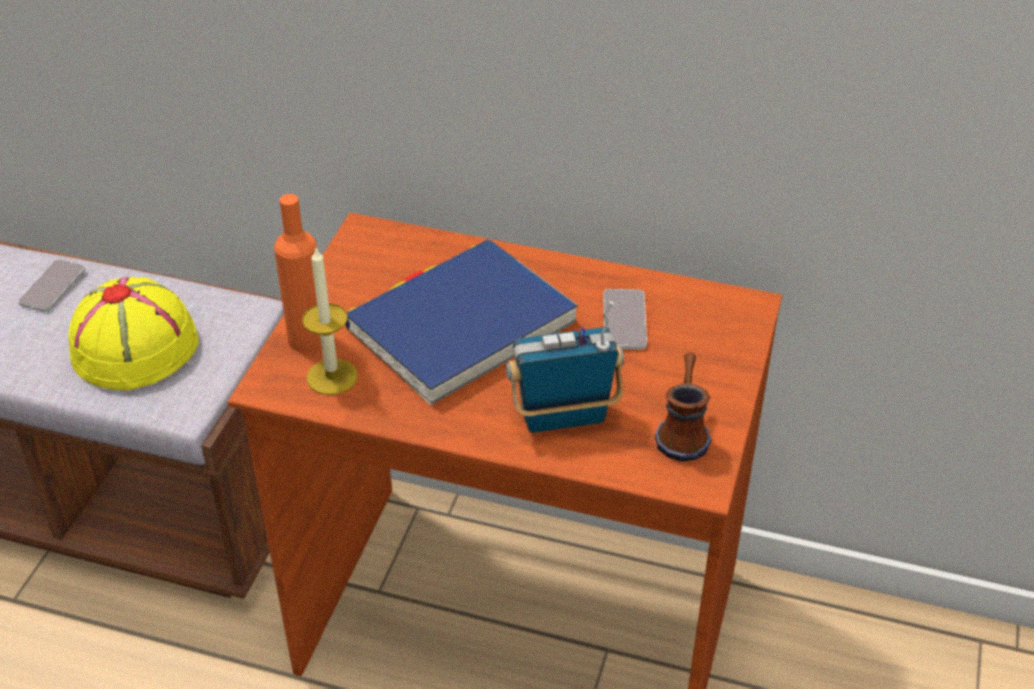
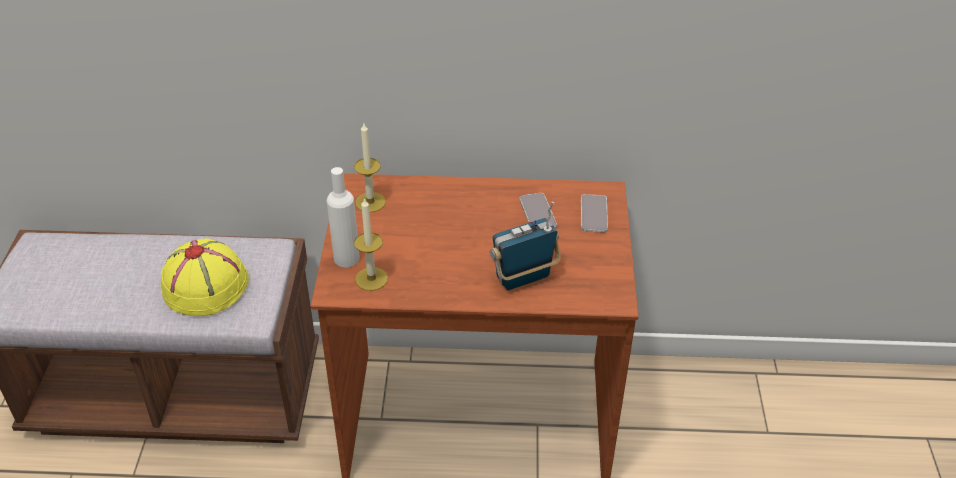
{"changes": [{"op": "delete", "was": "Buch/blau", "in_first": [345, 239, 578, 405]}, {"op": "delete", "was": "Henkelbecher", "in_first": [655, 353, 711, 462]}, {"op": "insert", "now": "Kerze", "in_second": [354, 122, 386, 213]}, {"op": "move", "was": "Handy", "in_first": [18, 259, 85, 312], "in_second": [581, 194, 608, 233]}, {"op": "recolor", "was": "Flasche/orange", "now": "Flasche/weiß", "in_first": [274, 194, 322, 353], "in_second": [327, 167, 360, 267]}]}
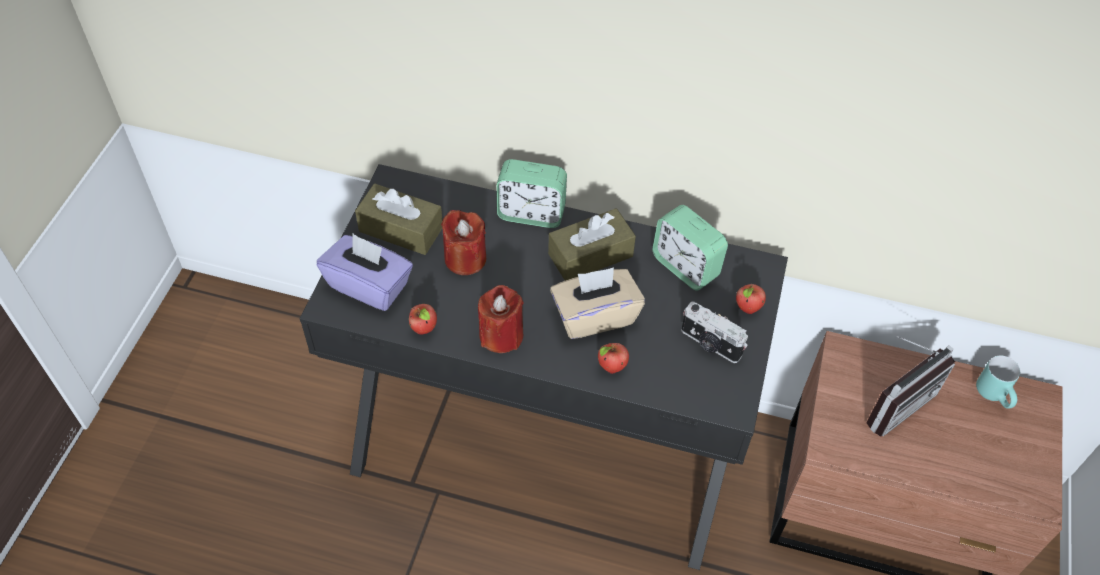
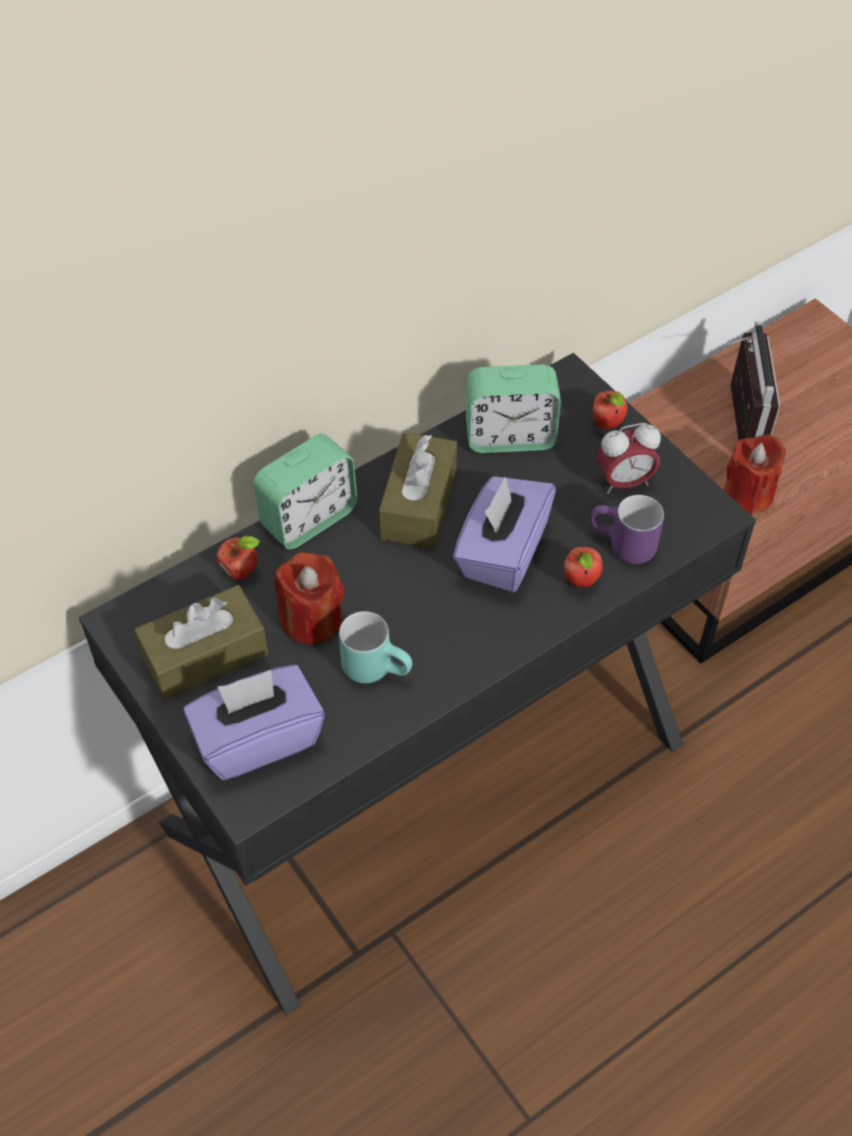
{"changes": [{"op": "insert", "now": "Henkelbecher/lila", "in_second": [591, 495, 664, 564]}, {"op": "move", "was": "Apfel", "in_first": [409, 304, 437, 335], "in_second": [216, 536, 261, 580]}, {"op": "move", "was": "Kerze/rot", "in_first": [478, 285, 524, 353], "in_second": [724, 435, 786, 515]}, {"op": "move", "was": "Henkelbecher/türkis", "in_first": [976, 356, 1020, 409], "in_second": [339, 611, 412, 683]}, {"op": "replace", "was": "Kamera", "now": "Wecker", "in_first": [681, 301, 748, 363], "in_second": [597, 423, 661, 494]}, {"op": "recolor", "was": "Taschentuchbox/beige", "now": "Taschentuchbox/lila", "in_first": [550, 267, 645, 339], "in_second": [453, 476, 556, 592]}]}
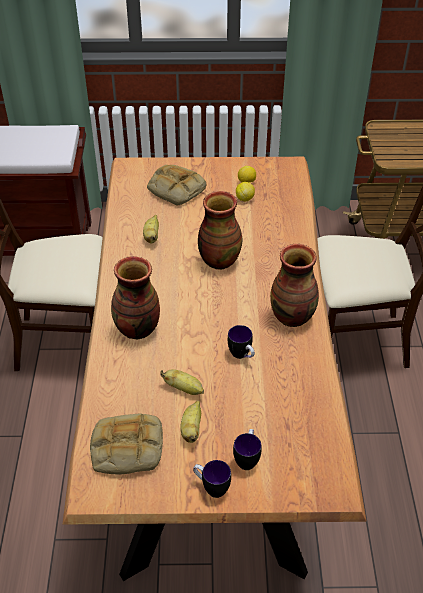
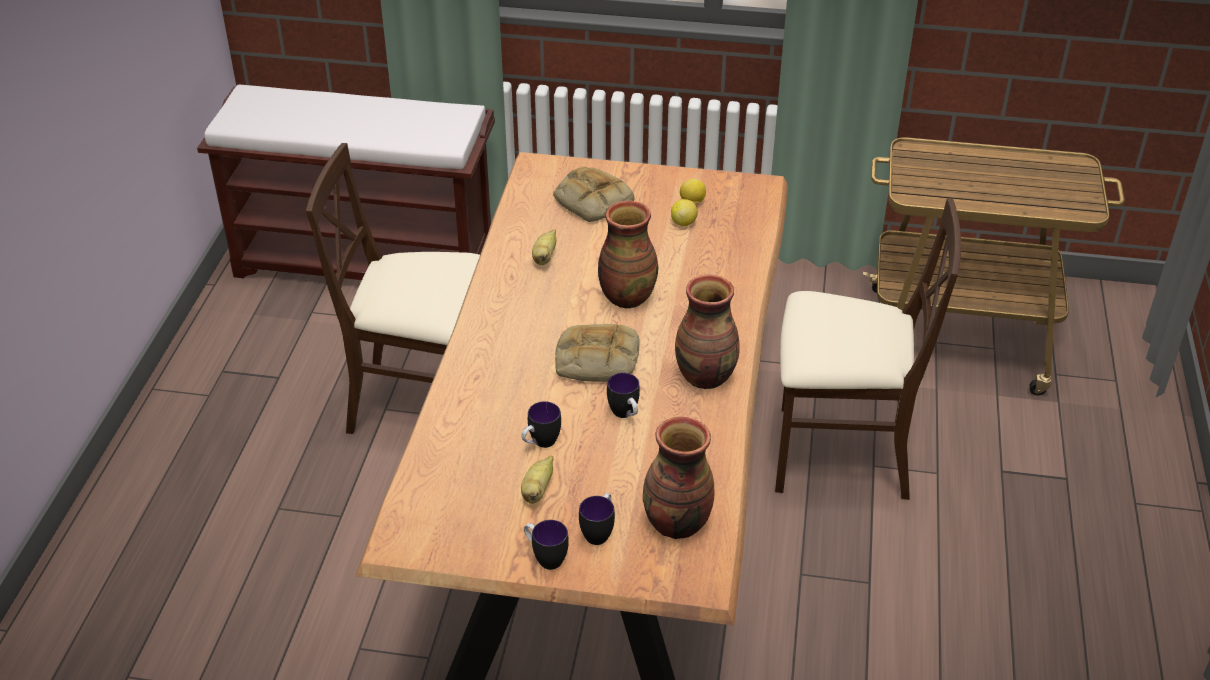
{"changes": [{"op": "move", "was": "Brot", "in_first": [90, 414, 163, 474], "in_second": [555, 324, 640, 382]}, {"op": "move", "was": "Vase", "in_first": [111, 256, 160, 340], "in_second": [643, 417, 714, 539]}, {"op": "replace", "was": "Banane", "now": "Henkelbecher", "in_first": [160, 369, 204, 395], "in_second": [521, 401, 561, 448]}]}
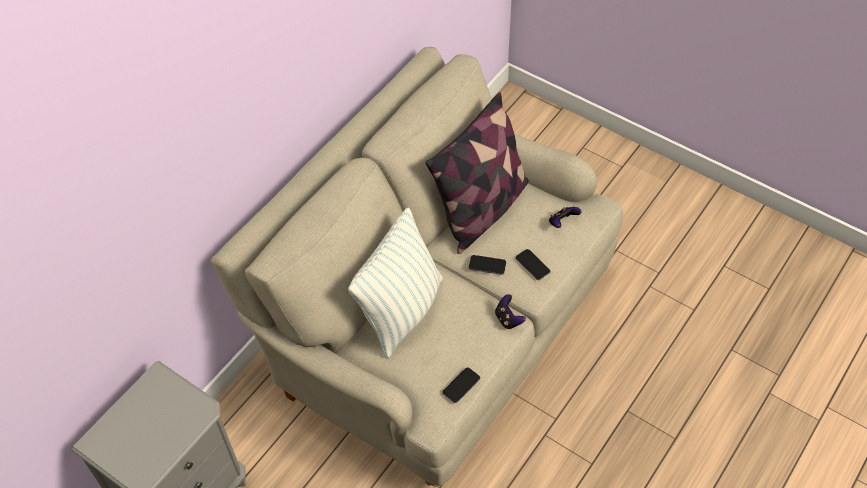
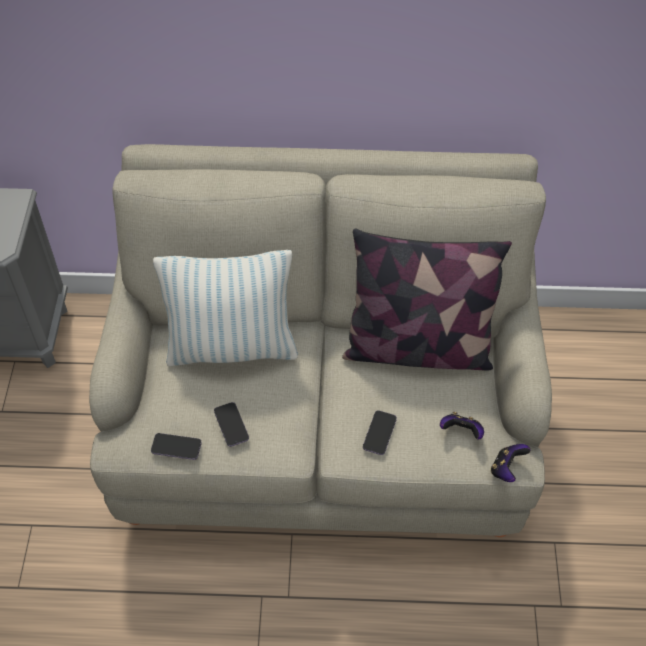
{"changes": [{"op": "move", "was": "Handy", "in_first": [469, 255, 506, 275], "in_second": [214, 402, 249, 447]}, {"op": "move", "was": "Gamepad", "in_first": [495, 294, 526, 329], "in_second": [491, 444, 530, 482]}]}
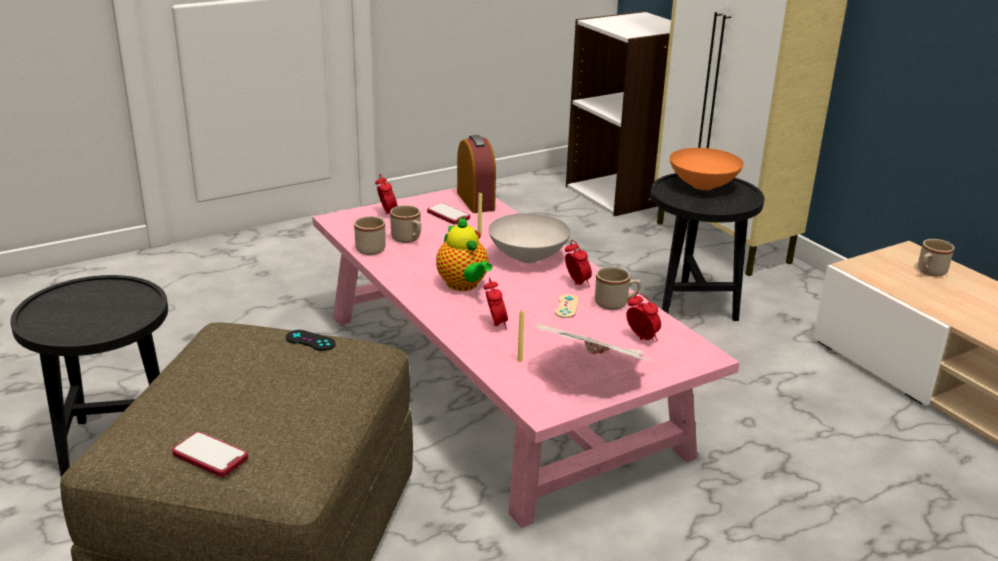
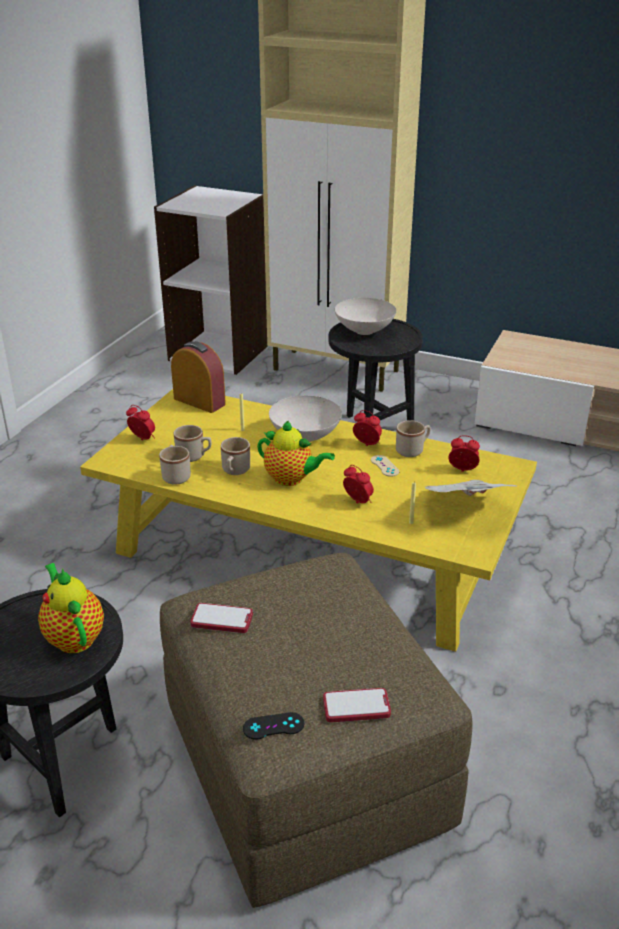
{"changes": [{"op": "insert", "now": "Teekanne", "in_second": [38, 563, 104, 653]}, {"op": "move", "was": "Gamepad/schwarz", "in_first": [286, 330, 335, 351], "in_second": [243, 712, 304, 740]}, {"op": "move", "was": "Handy", "in_first": [427, 203, 470, 224], "in_second": [191, 603, 253, 633]}, {"op": "move", "was": "Henkelbecher/beige", "in_first": [918, 239, 954, 277], "in_second": [221, 437, 250, 475]}, {"op": "recolor", "was": "Couchtisch/rosa", "now": "Couchtisch/gelb", "in_first": [312, 188, 739, 528], "in_second": [80, 389, 537, 652]}, {"op": "recolor", "was": "Schüssel/orange", "now": "Schüssel/weiß", "in_first": [669, 148, 744, 190], "in_second": [334, 298, 397, 335]}]}
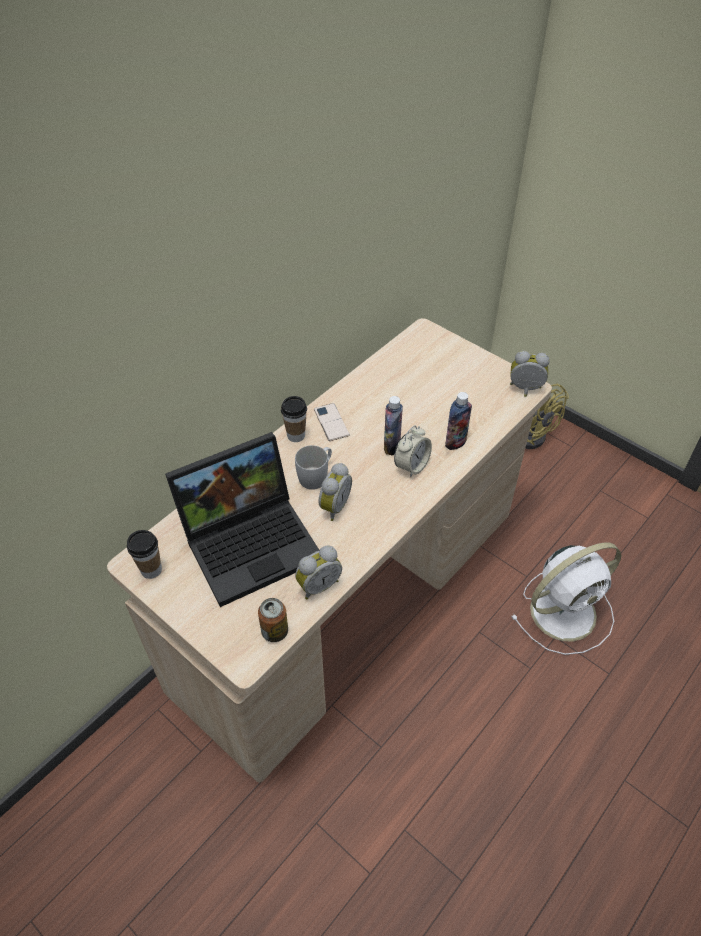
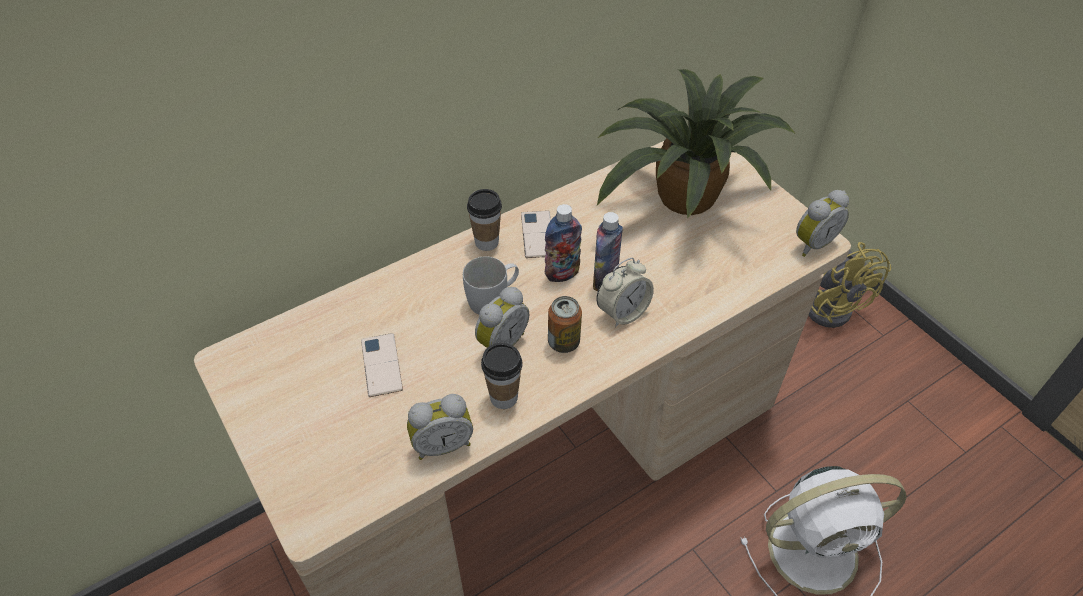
{"changes": [{"op": "insert", "now": "Topfpflanze", "in_second": [597, 69, 796, 219]}, {"op": "move", "was": "Tasse", "in_first": [127, 530, 162, 579], "in_second": [481, 343, 523, 409]}, {"op": "move", "was": "Dose", "in_first": [258, 598, 288, 642], "in_second": [548, 296, 582, 353]}, {"op": "move", "was": "Flasche", "in_first": [445, 392, 472, 450], "in_second": [545, 204, 582, 282]}, {"op": "replace", "was": "Laptop", "now": "Handy", "in_first": [165, 432, 319, 607], "in_second": [361, 333, 403, 397]}, {"op": "rotate", "was": "Wecker", "in_first": [510, 351, 550, 397], "in_second": [796, 190, 849, 257], "clockwise": 120}]}
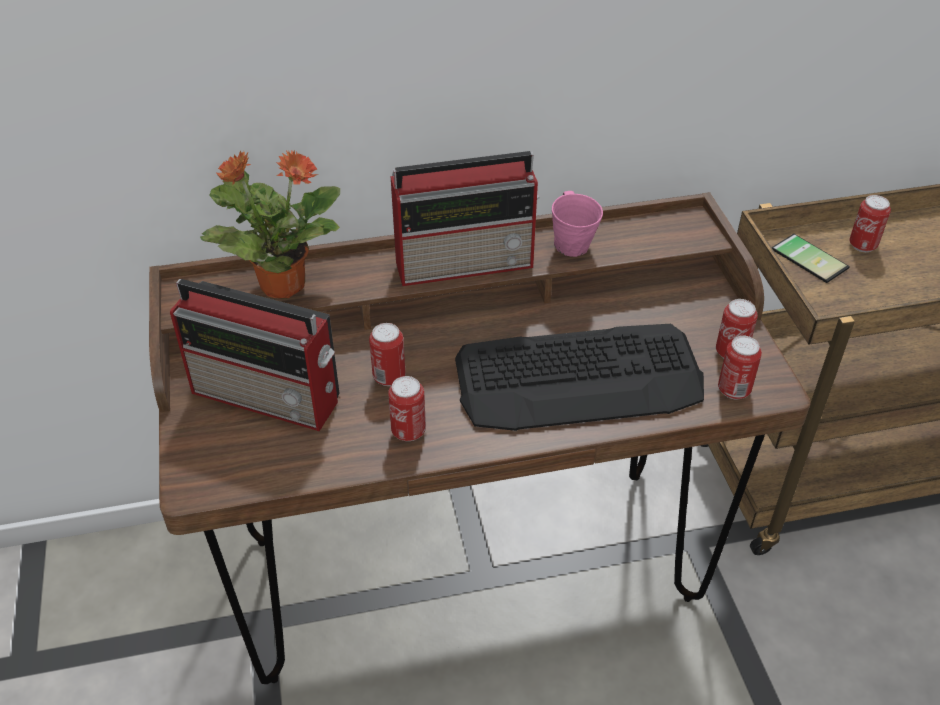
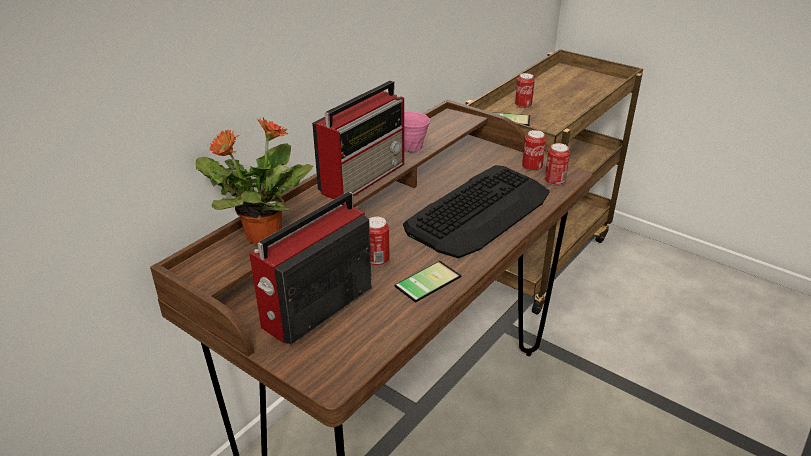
{"changes": [{"op": "replace", "was": "Dose", "now": "Handy", "in_first": [388, 376, 426, 441], "in_second": [394, 261, 461, 303]}, {"op": "rotate", "was": "Radio", "in_first": [170, 279, 339, 431], "in_second": [249, 192, 372, 345], "clockwise": 150}]}
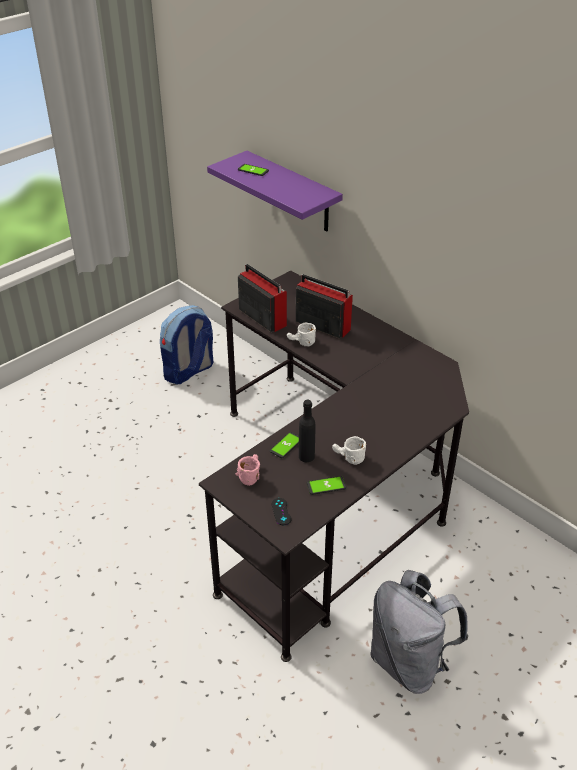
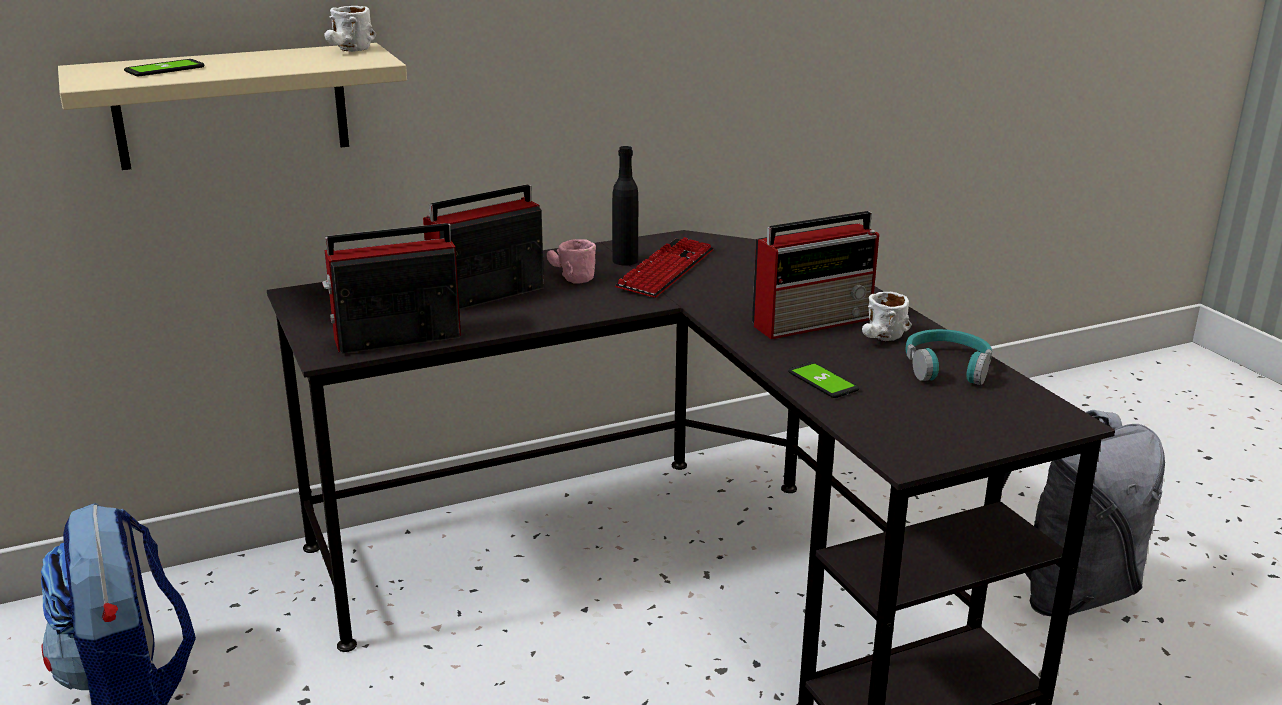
{"changes": [{"op": "delete", "was": "Gamepad/schwarz", "in_first": [271, 498, 291, 525]}, {"op": "insert", "now": "Tastatur", "in_second": [615, 237, 714, 298]}, {"op": "insert", "now": "Radio", "in_second": [752, 211, 879, 339]}, {"op": "move", "was": "Henkelbecher/rosa", "in_first": [235, 454, 260, 486], "in_second": [547, 239, 596, 283]}, {"op": "move", "was": "Henkelbecher/weiß", "in_first": [287, 322, 316, 347], "in_second": [324, 6, 376, 52]}, {"op": "move", "was": "Flasche/schwarz", "in_first": [299, 400, 315, 462], "in_second": [612, 146, 638, 265]}, {"op": "replace", "was": "Handy", "now": "Kopfhörer/türkis", "in_first": [307, 476, 346, 495], "in_second": [906, 329, 992, 385]}, {"op": "recolor", "was": "Wandregal/lila", "now": "Wandregal/beige", "in_first": [207, 151, 343, 231], "in_second": [58, 43, 407, 170]}]}
